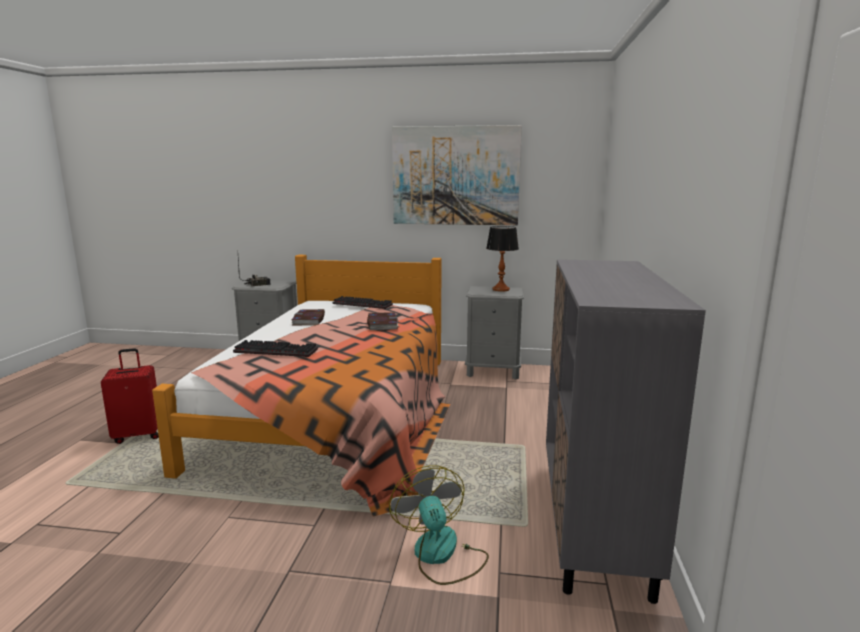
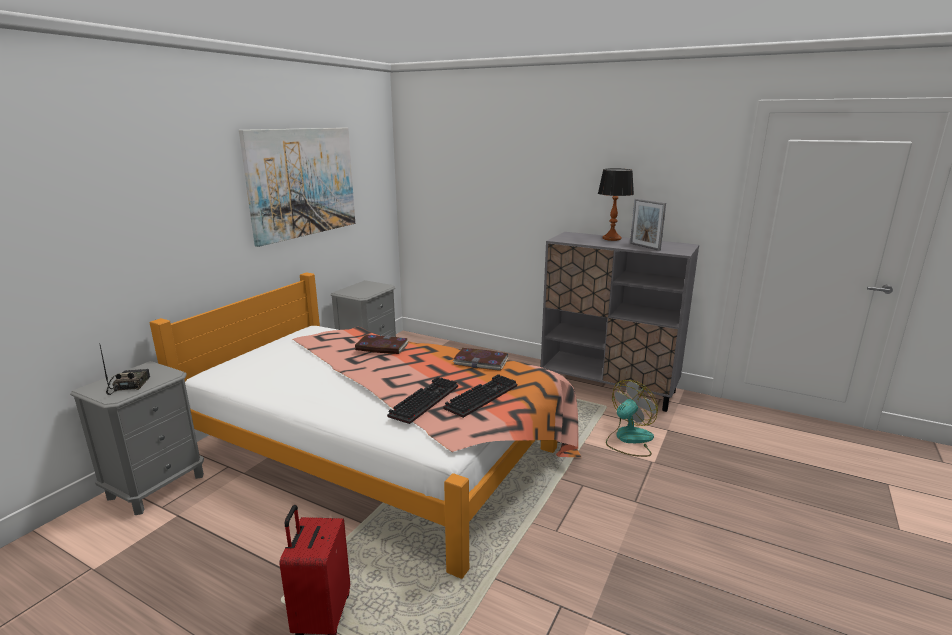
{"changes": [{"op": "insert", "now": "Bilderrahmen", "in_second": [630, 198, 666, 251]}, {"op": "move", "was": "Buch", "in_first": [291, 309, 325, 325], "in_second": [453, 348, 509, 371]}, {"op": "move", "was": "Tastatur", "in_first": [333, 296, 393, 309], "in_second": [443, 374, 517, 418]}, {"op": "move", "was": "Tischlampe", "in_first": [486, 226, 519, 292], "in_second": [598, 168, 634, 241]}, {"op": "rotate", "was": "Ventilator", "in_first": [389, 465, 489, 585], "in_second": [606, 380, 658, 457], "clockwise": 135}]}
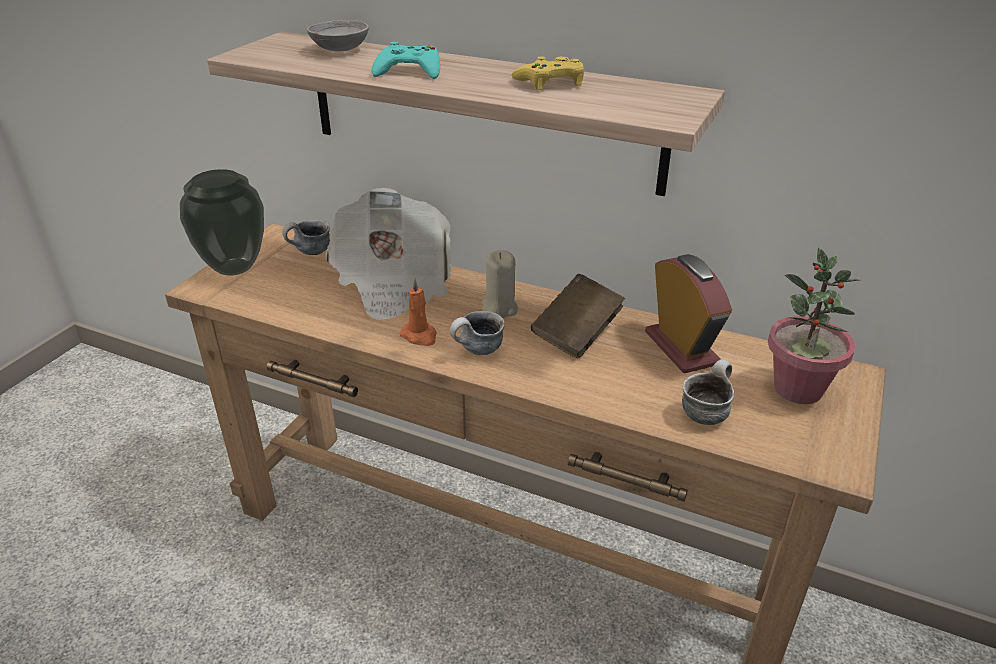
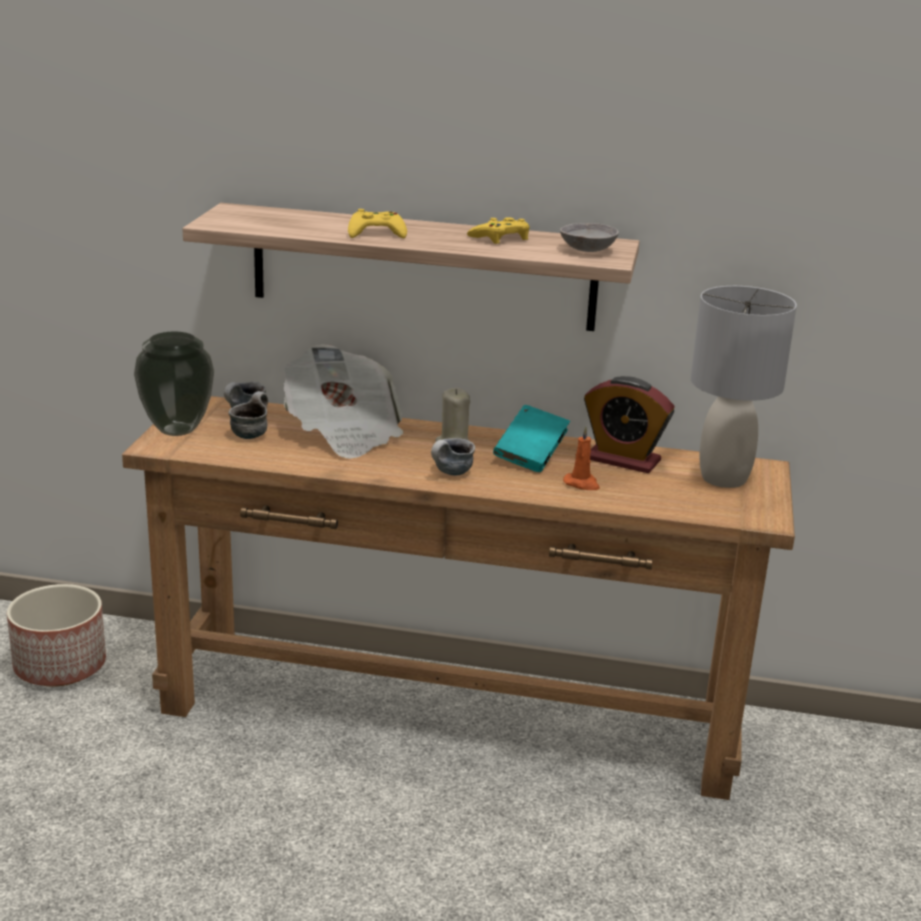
{"changes": [{"op": "insert", "now": "Pflanzkübel", "in_second": [7, 584, 106, 687]}, {"op": "move", "was": "Schüssel/grau", "in_first": [307, 20, 369, 51], "in_second": [560, 223, 619, 252]}, {"op": "move", "was": "Kerze/orange", "in_first": [400, 278, 437, 346], "in_second": [563, 427, 600, 490]}, {"op": "move", "was": "Henkelbecher", "in_first": [682, 359, 734, 425], "in_second": [229, 391, 268, 439]}, {"op": "replace", "was": "Topfpflanze", "now": "Tischlampe/grau", "in_first": [768, 248, 860, 404], "in_second": [691, 286, 797, 488]}, {"op": "recolor", "was": "Gamepad/türkis", "now": "Gamepad/gelb", "in_first": [371, 42, 440, 79], "in_second": [348, 209, 407, 238]}, {"op": "recolor", "was": "Buch/braun", "now": "Buch/türkis", "in_first": [531, 274, 625, 358], "in_second": [493, 405, 570, 472]}, {"op": "rotate", "was": "Wecker", "in_first": [645, 254, 732, 373], "in_second": [584, 376, 675, 473], "clockwise": 150}]}
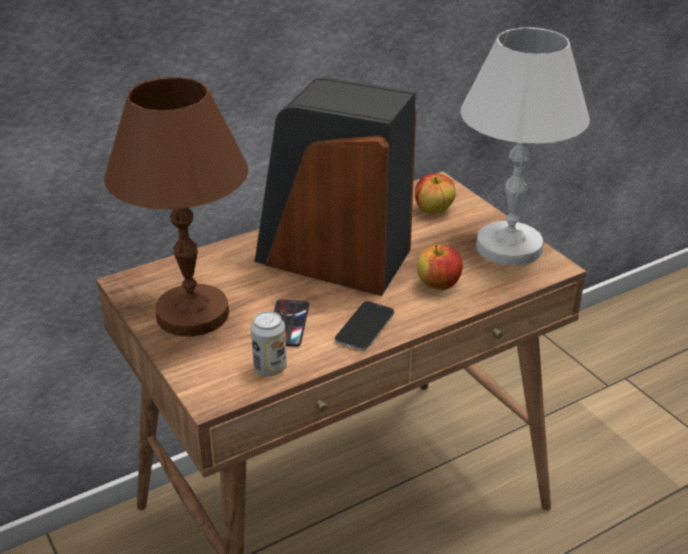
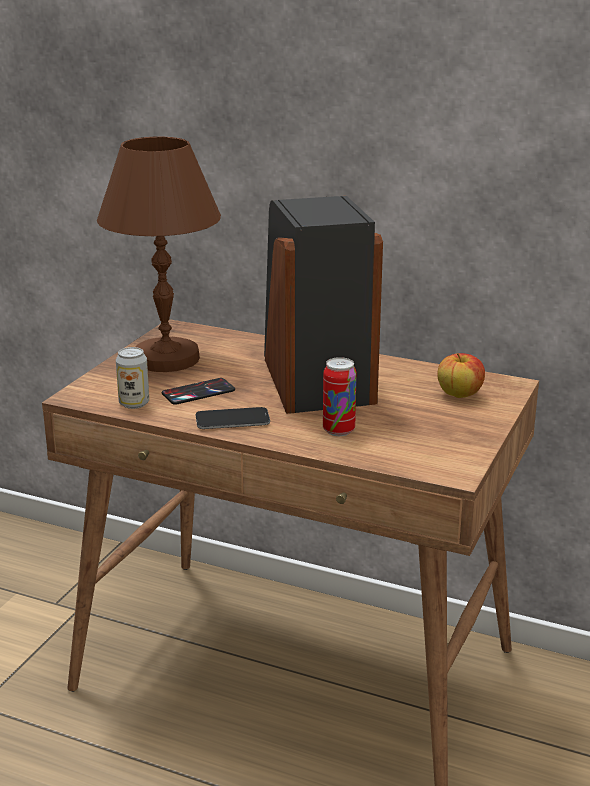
{"changes": [{"op": "delete", "was": "Tischlampe/weiß", "in_first": [460, 27, 590, 266]}, {"op": "replace", "was": "Apfel", "now": "Dose", "in_first": [417, 245, 463, 290], "in_second": [323, 357, 357, 436]}]}
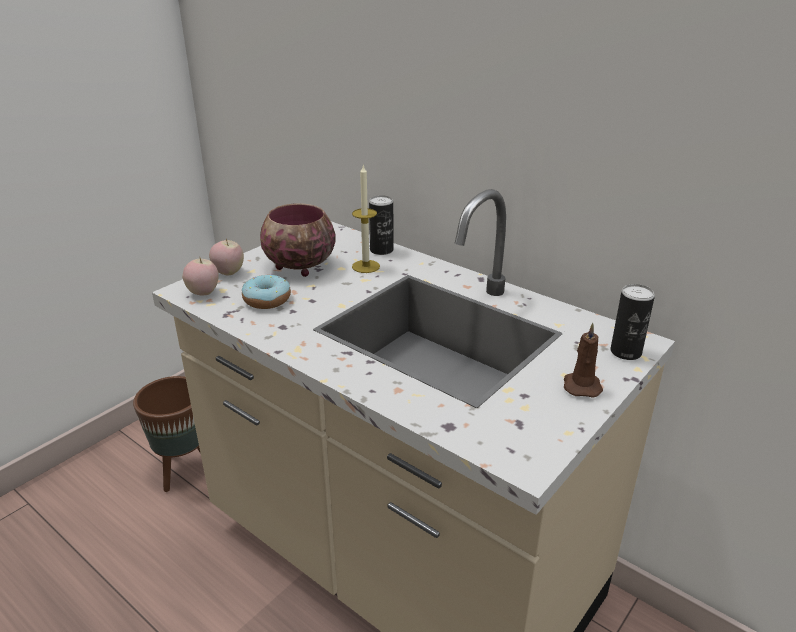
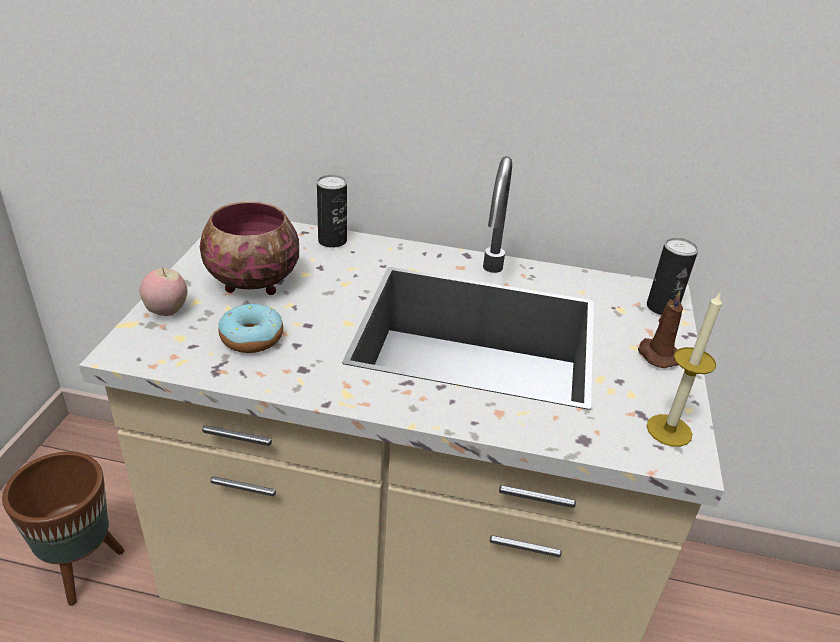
{"changes": [{"op": "delete", "was": "Apfel", "in_first": [182, 258, 219, 295]}, {"op": "move", "was": "Kerze", "in_first": [352, 165, 380, 273], "in_second": [647, 293, 722, 447]}]}
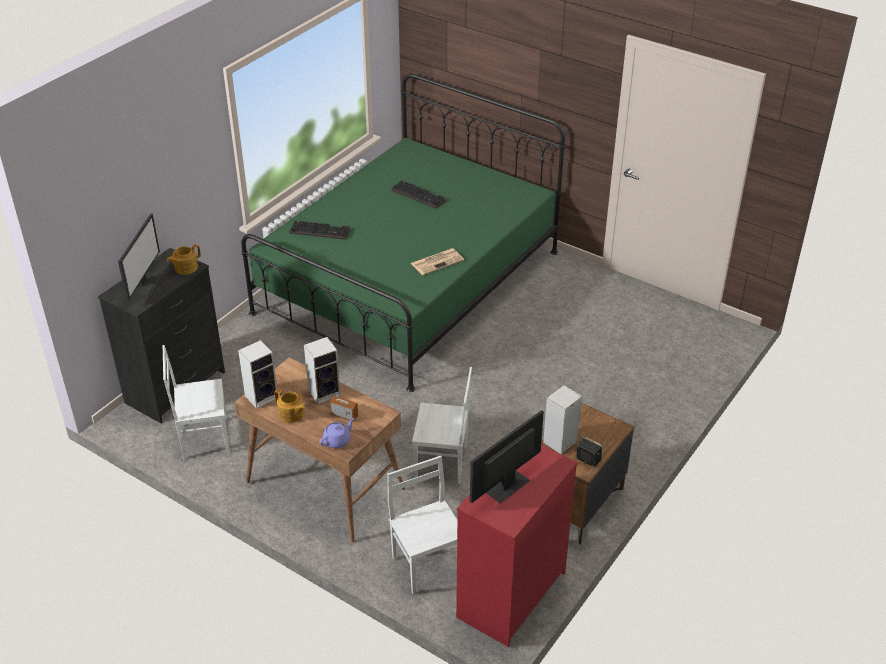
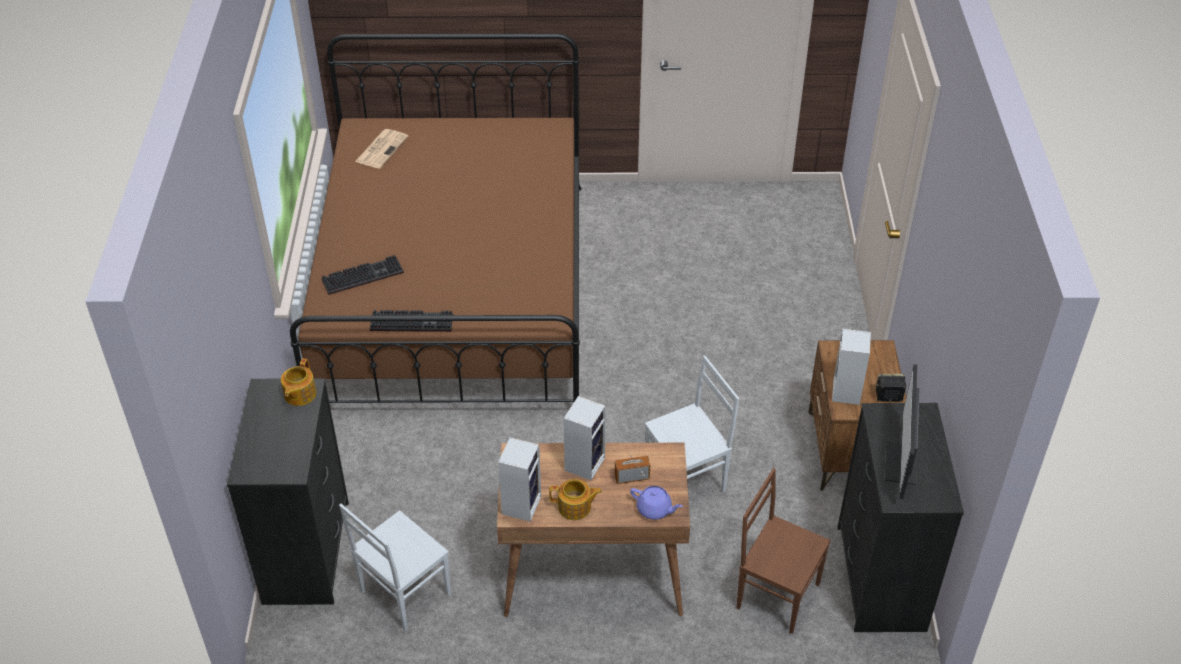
{"changes": [{"op": "delete", "was": "Monitor", "in_first": [118, 214, 162, 301]}, {"op": "move", "was": "Tastatur", "in_first": [391, 180, 446, 209], "in_second": [370, 310, 453, 332]}, {"op": "move", "was": "Zeitung", "in_first": [411, 248, 464, 275], "in_second": [355, 129, 408, 169]}, {"op": "recolor", "was": "Bett/grün", "now": "Bett/braun", "in_first": [241, 74, 565, 392], "in_second": [290, 33, 582, 403]}, {"op": "recolor", "was": "Stuhl/weiß", "now": "Stuhl/braun", "in_first": [388, 456, 457, 594], "in_second": [736, 468, 831, 634]}, {"op": "recolor", "was": "Kommode/rot", "now": "Kommode/schwarz", "in_first": [456, 445, 577, 647], "in_second": [837, 403, 964, 632]}, {"op": "rotate", "was": "Teekanne/lila", "in_first": [319, 418, 354, 448], "in_second": [630, 486, 683, 520], "clockwise": 105}]}
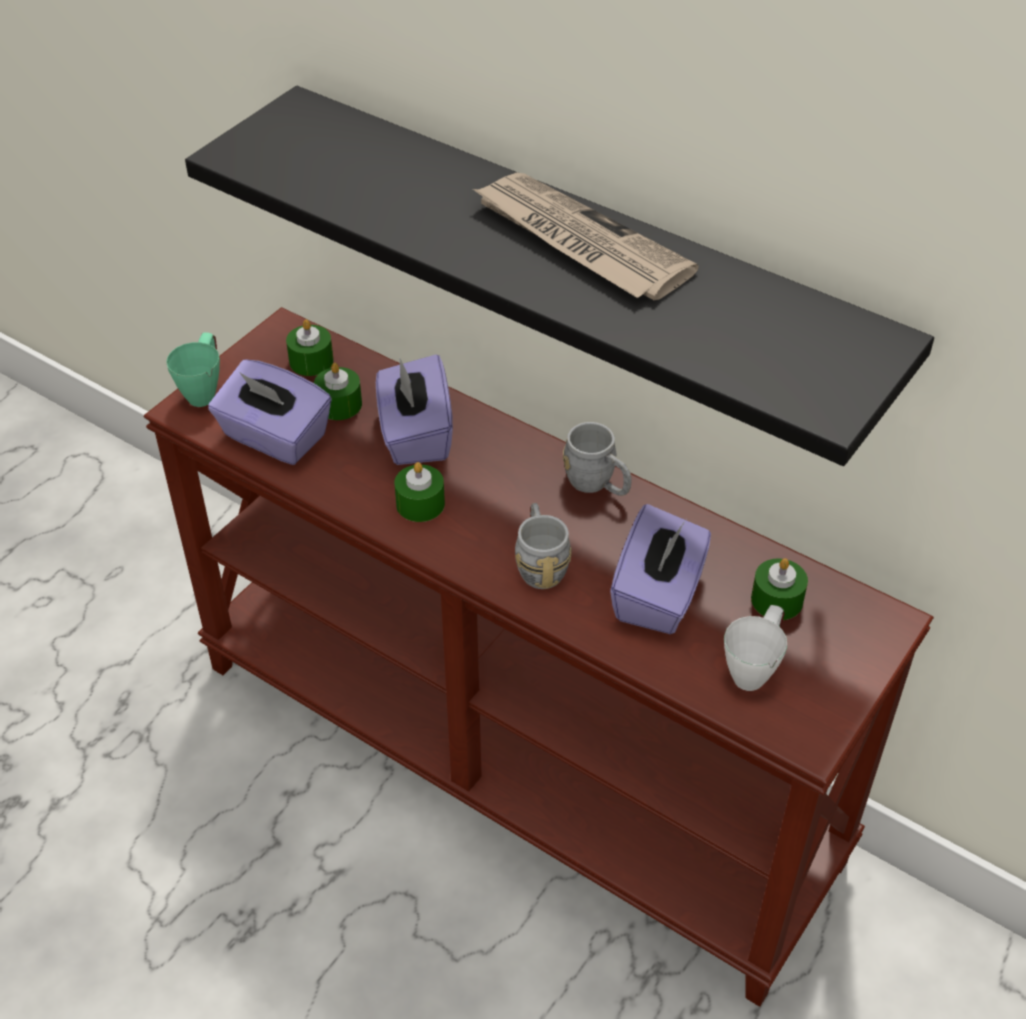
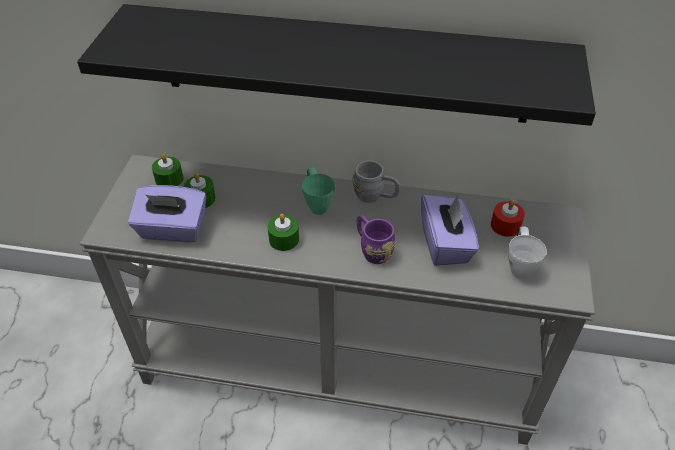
{"changes": [{"op": "delete", "was": "Taschentuchbox/lila", "in_first": [376, 354, 453, 465]}, {"op": "delete", "was": "Zeitung", "in_first": [473, 173, 699, 300]}, {"op": "move", "was": "Henkelbecher/grün", "in_first": [166, 332, 220, 407], "in_second": [301, 167, 335, 215]}, {"op": "recolor", "was": "Konsolentisch/braun", "now": "Konsolentisch/grau", "in_first": [143, 307, 934, 1007], "in_second": [79, 155, 595, 445]}, {"op": "recolor", "was": "Henkelbecher/grau", "now": "Henkelbecher/lila", "in_first": [515, 503, 572, 589], "in_second": [357, 215, 396, 264]}, {"op": "recolor", "was": "Kerze/grün", "now": "Kerze/rot", "in_first": [751, 558, 808, 620], "in_second": [491, 200, 525, 237]}]}
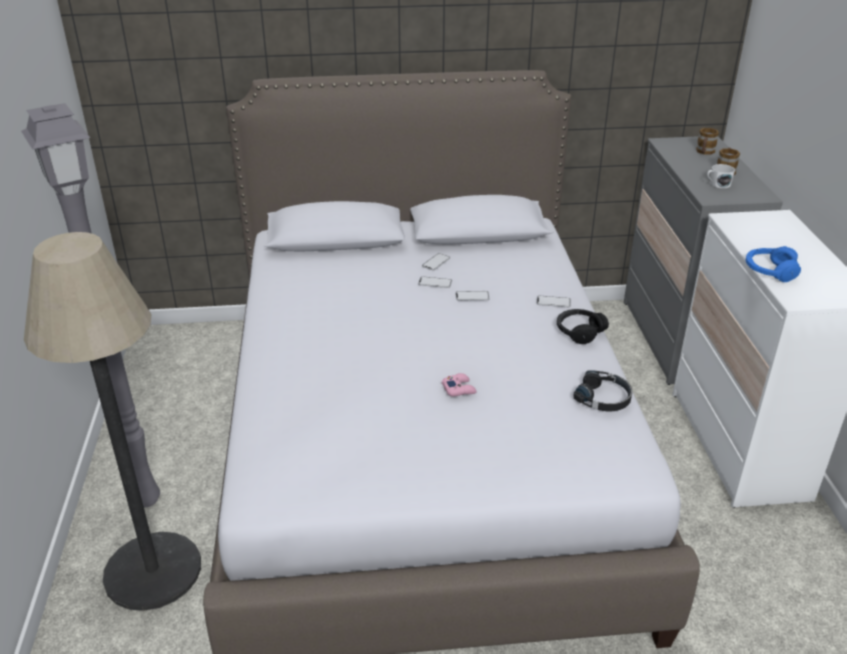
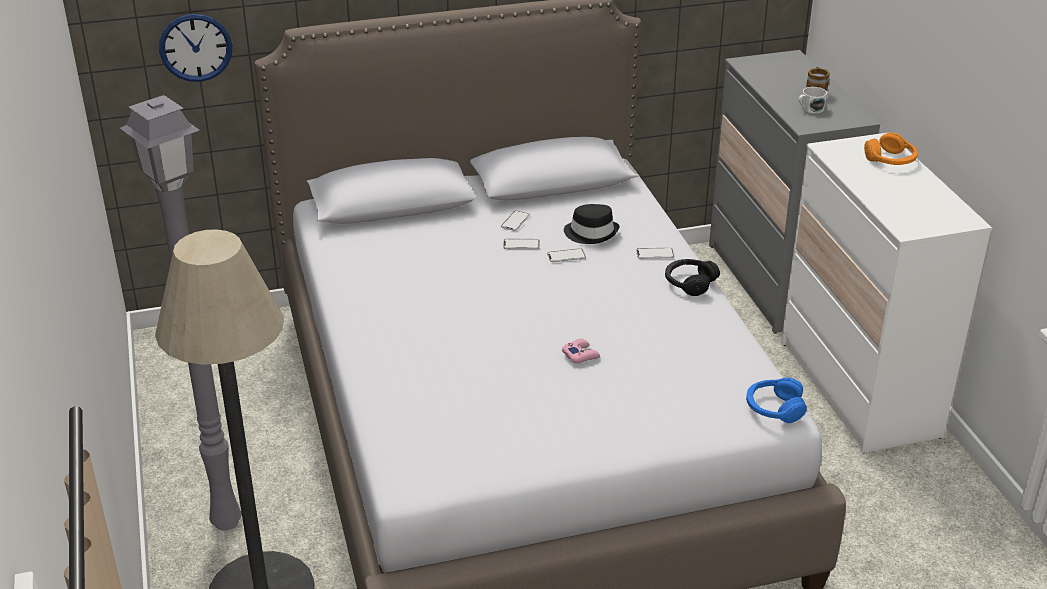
{"changes": [{"op": "delete", "was": "Kopfhörer/schwarz", "in_first": [573, 371, 632, 411]}, {"op": "delete", "was": "Henkelbecher", "in_first": [696, 128, 719, 155]}, {"op": "insert", "now": "Wanduhr", "in_second": [159, 14, 232, 82]}, {"op": "insert", "now": "Hut/schwarz", "in_second": [564, 204, 619, 244]}, {"op": "insert", "now": "Kopfhörer/orange", "in_second": [864, 133, 918, 165]}, {"op": "move", "was": "Kopfhörer/blau", "in_first": [745, 246, 801, 282], "in_second": [746, 377, 807, 423]}]}
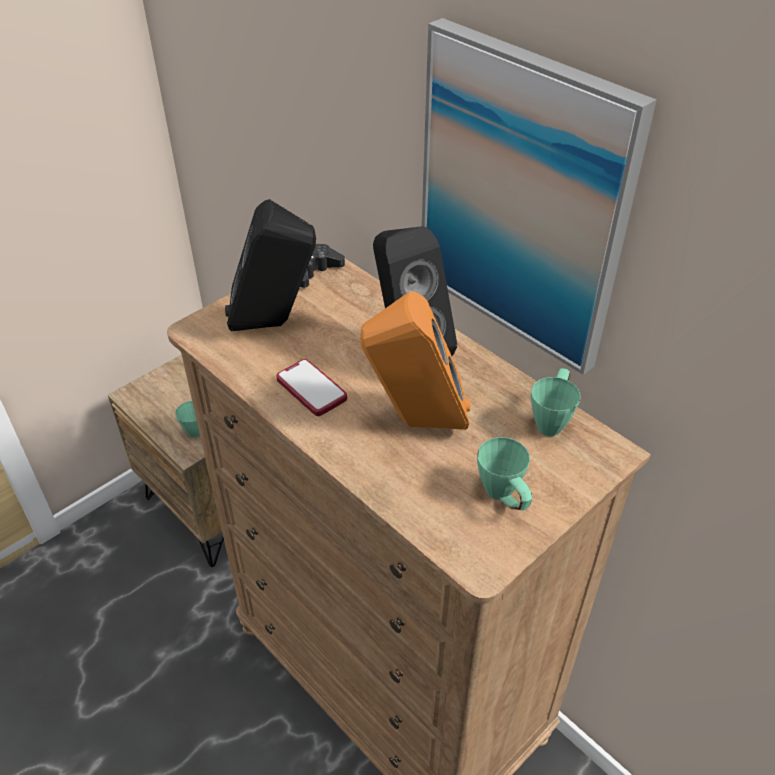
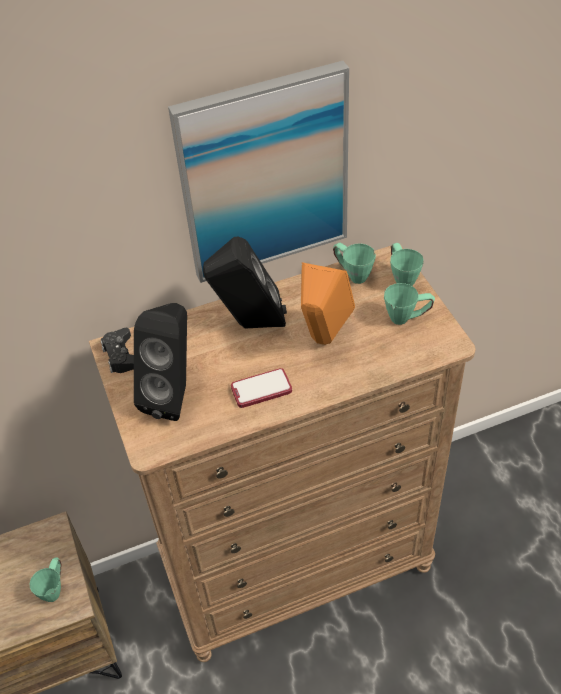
{"changes": [{"op": "insert", "now": "Henkelbecher/grün", "in_second": [390, 243, 424, 286]}]}
